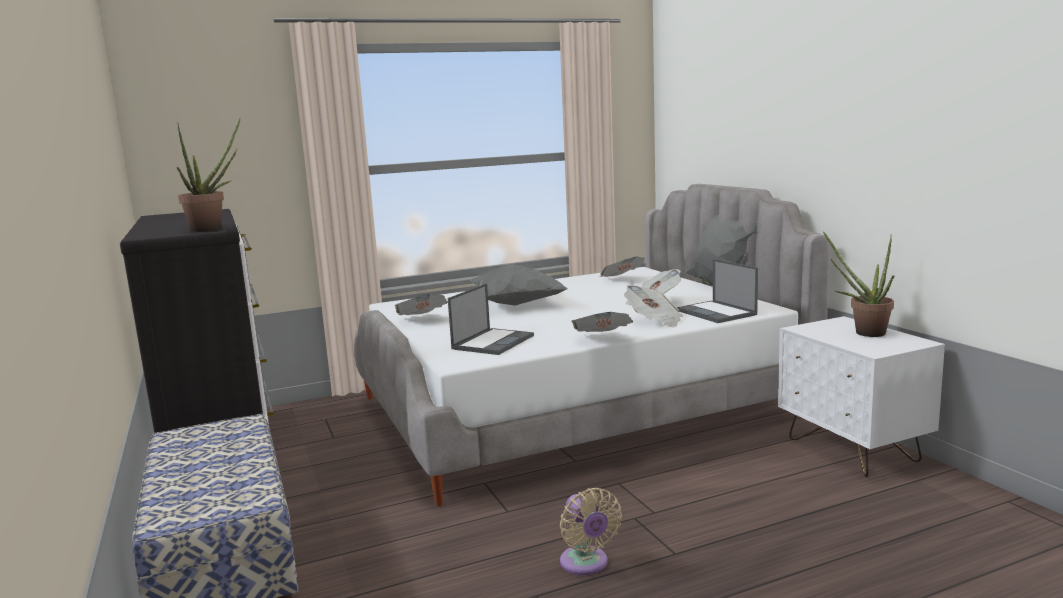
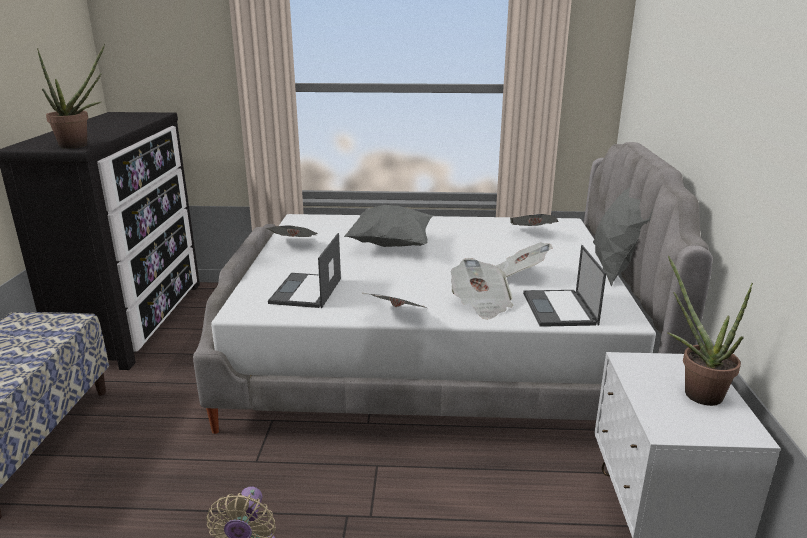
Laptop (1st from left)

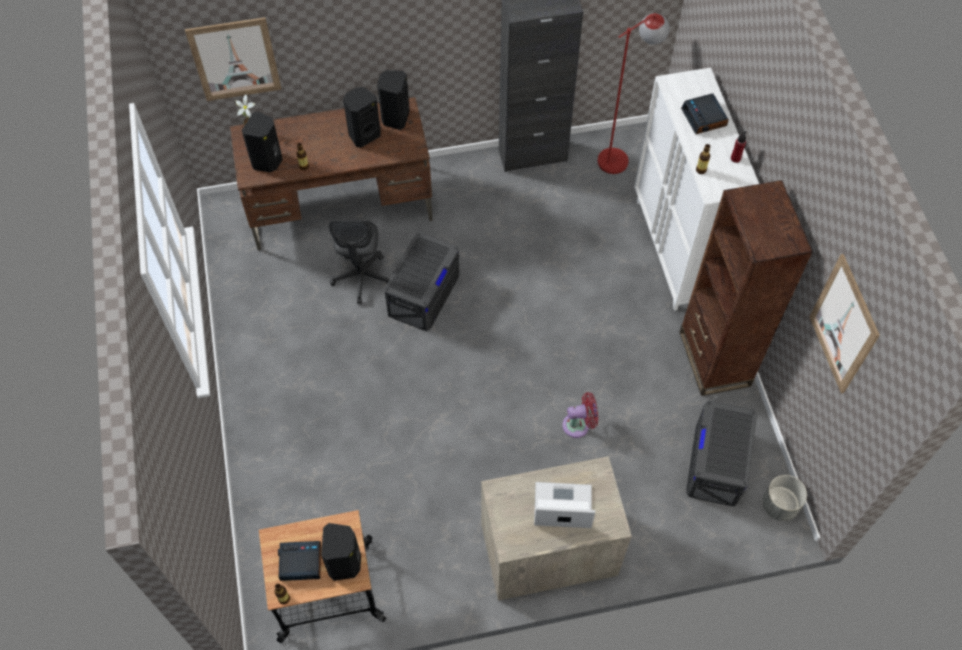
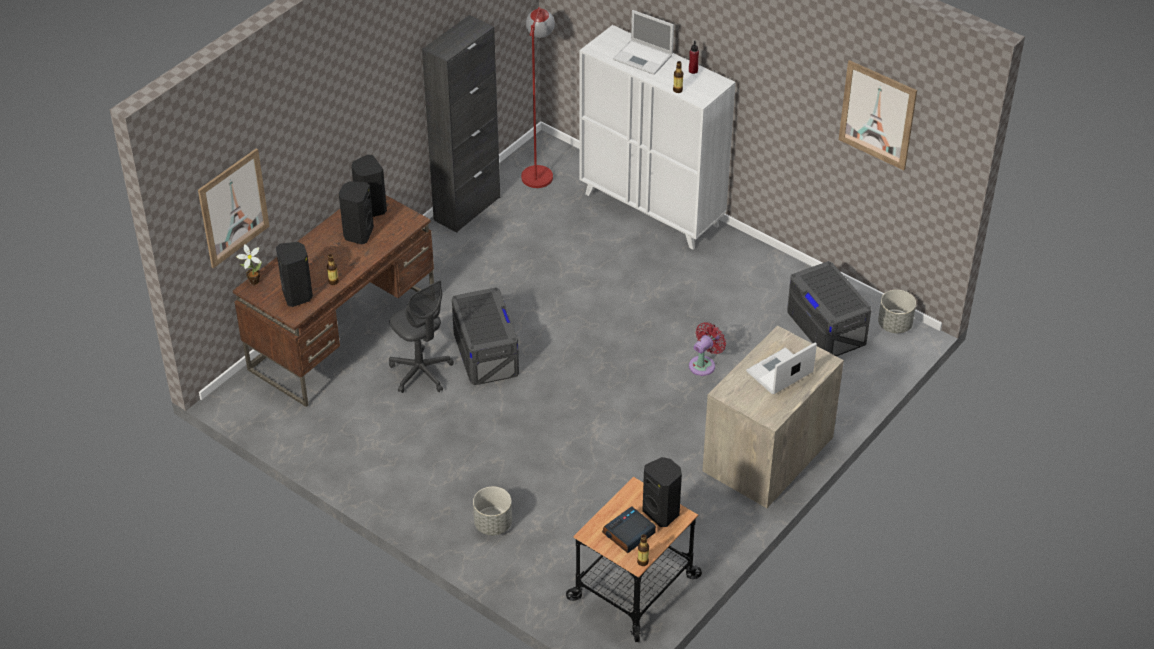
Pflanzkübel (grau) (1st from left)
Laptop (1st from left)
Bücherregal (braun)

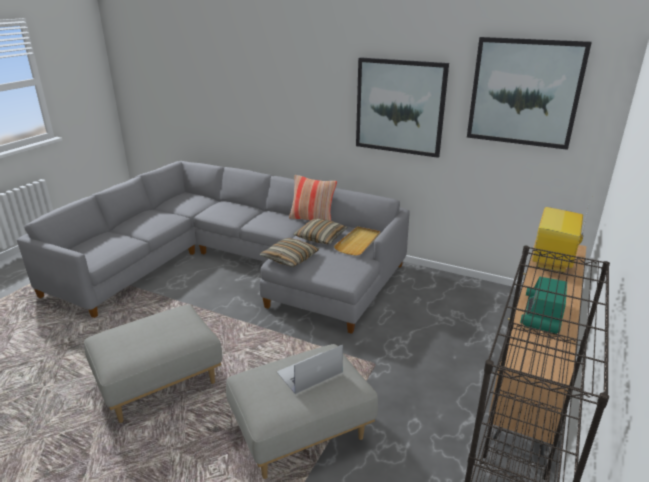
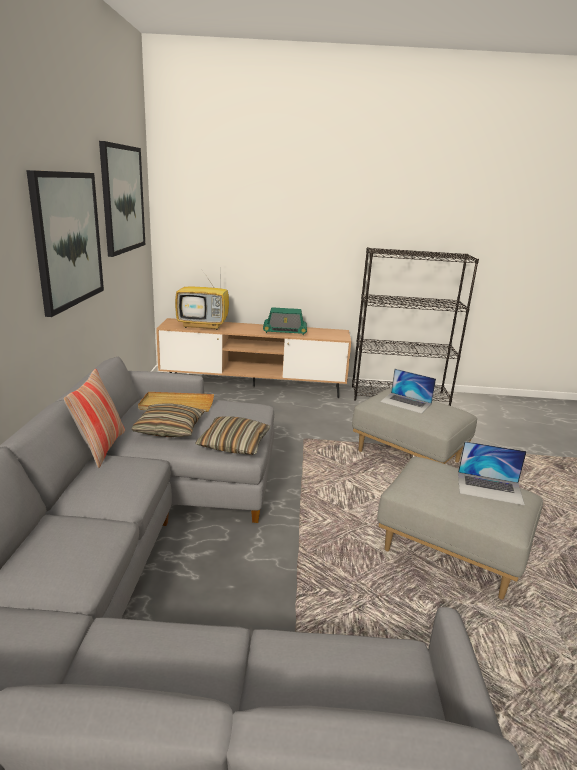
Laptop (2nd from left)

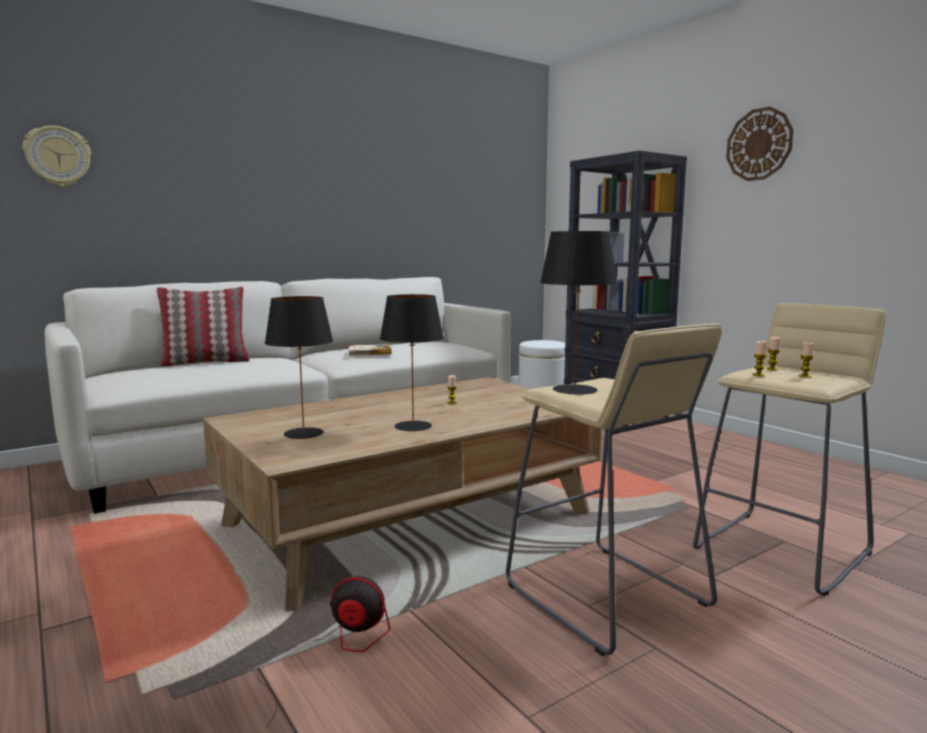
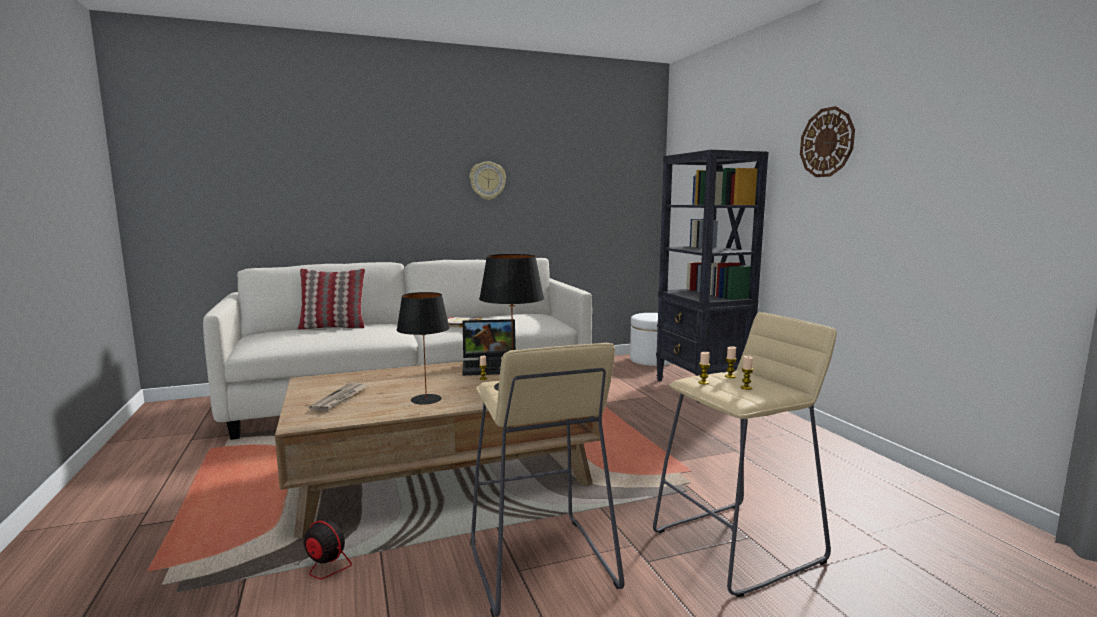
Zeitung
Laptop
Wanduhr (1st from left)

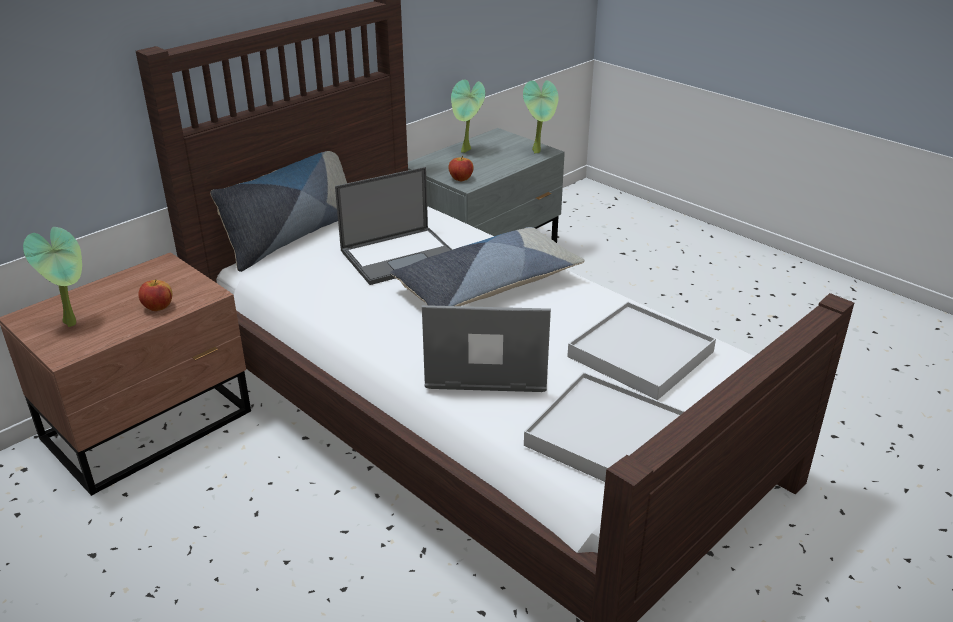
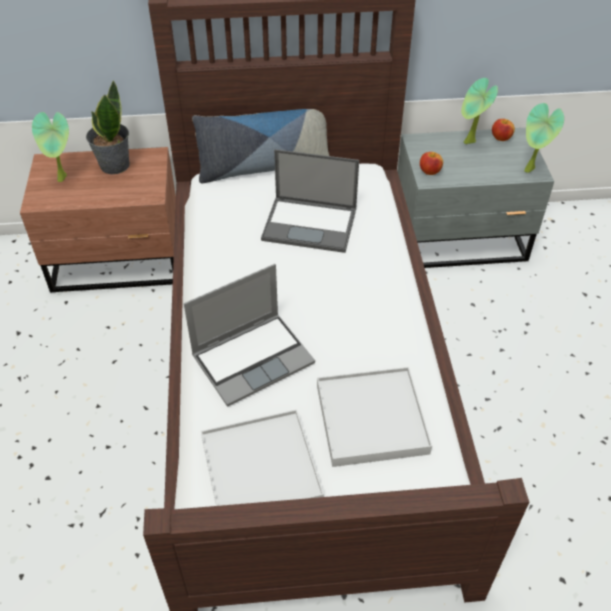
Topfpflanze (2nd from left)
Laptop (1st from left)
Apfel (2nd from left)
Kissen (2nd from left in the first image)

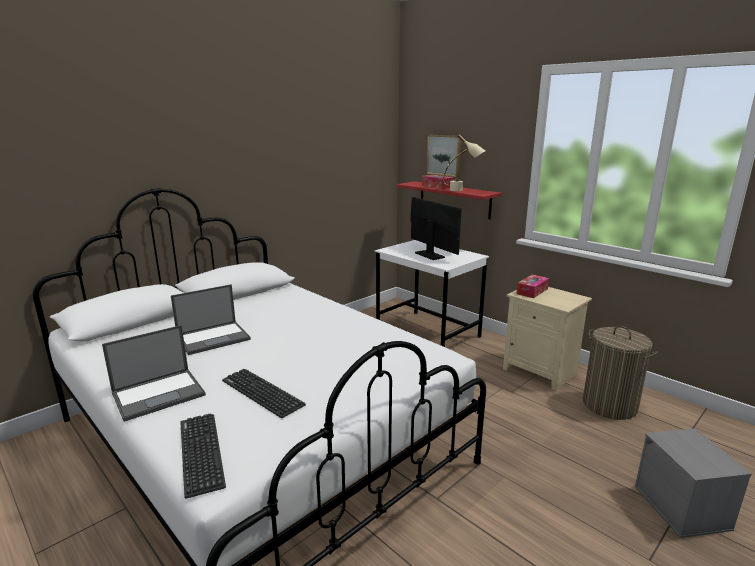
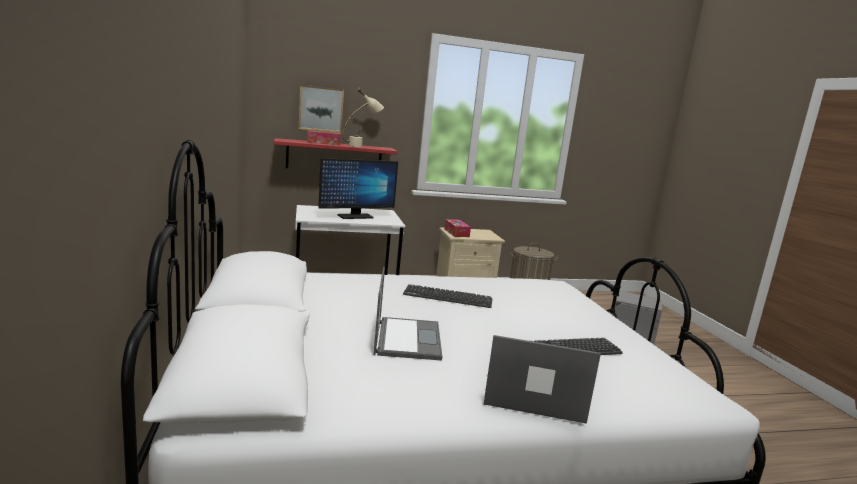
Monitor
Tastatur (1st from left)
Laptop (2nd from left)

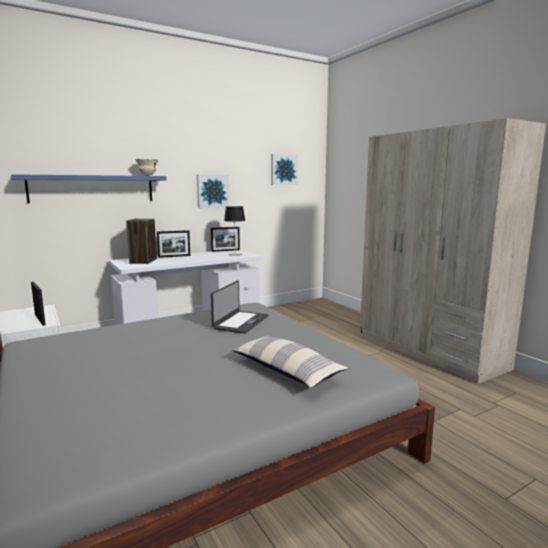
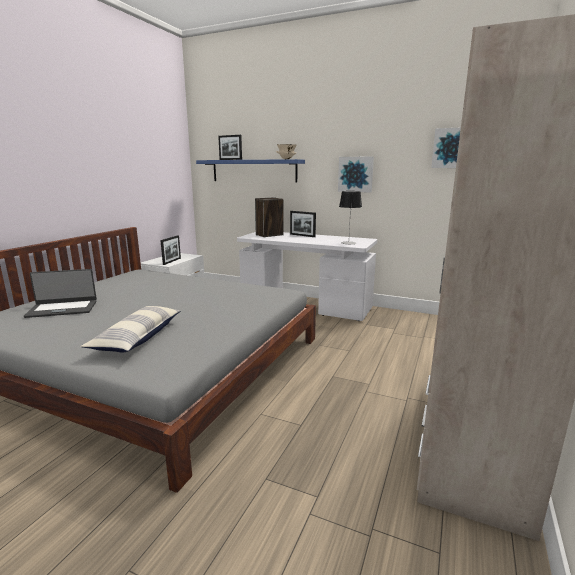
Laptop
Bilderrahmen (2nd from left)

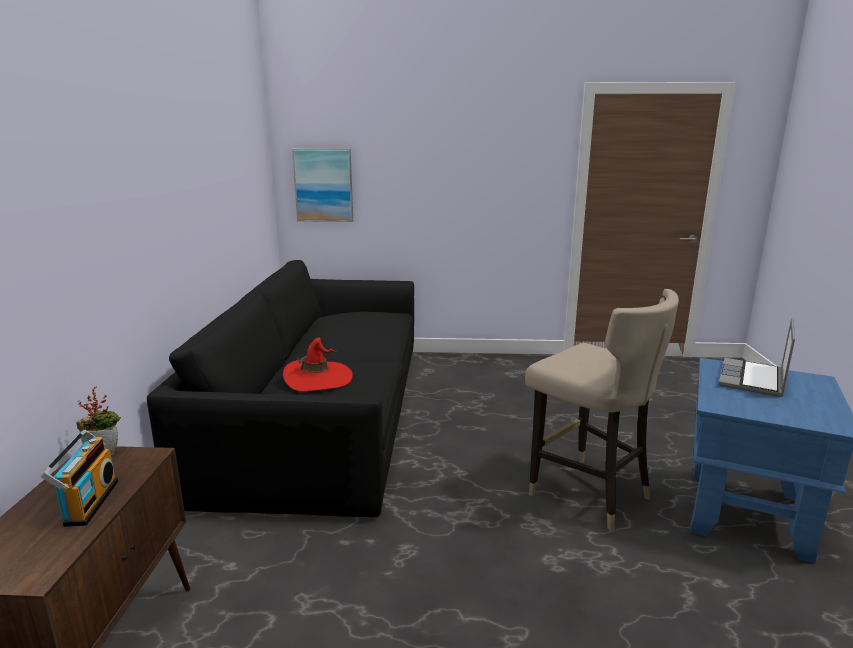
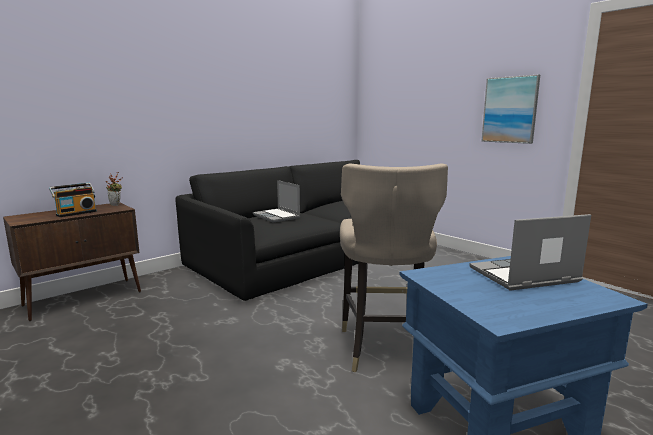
Laptop (1st from left)
Bild

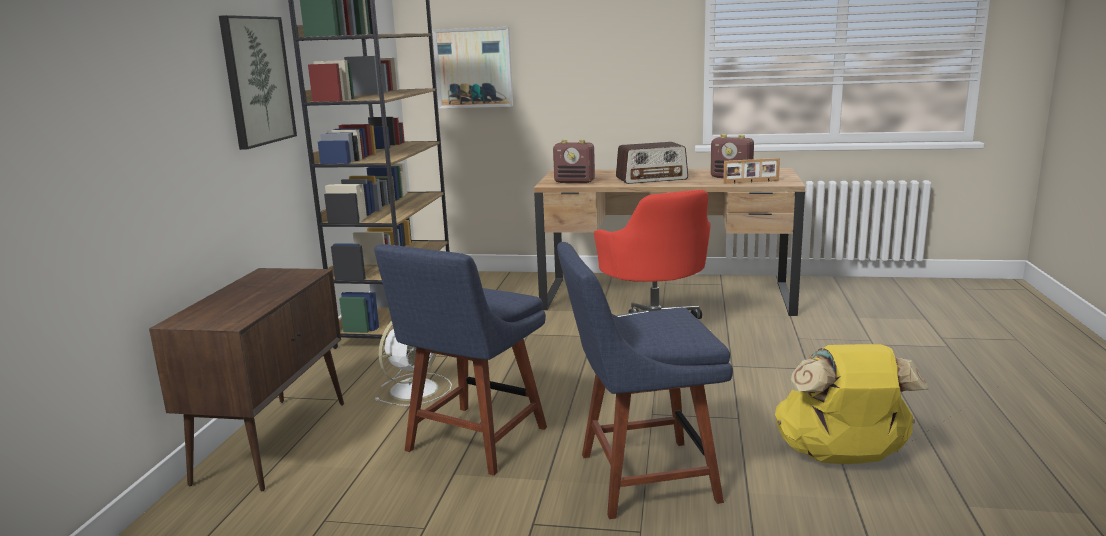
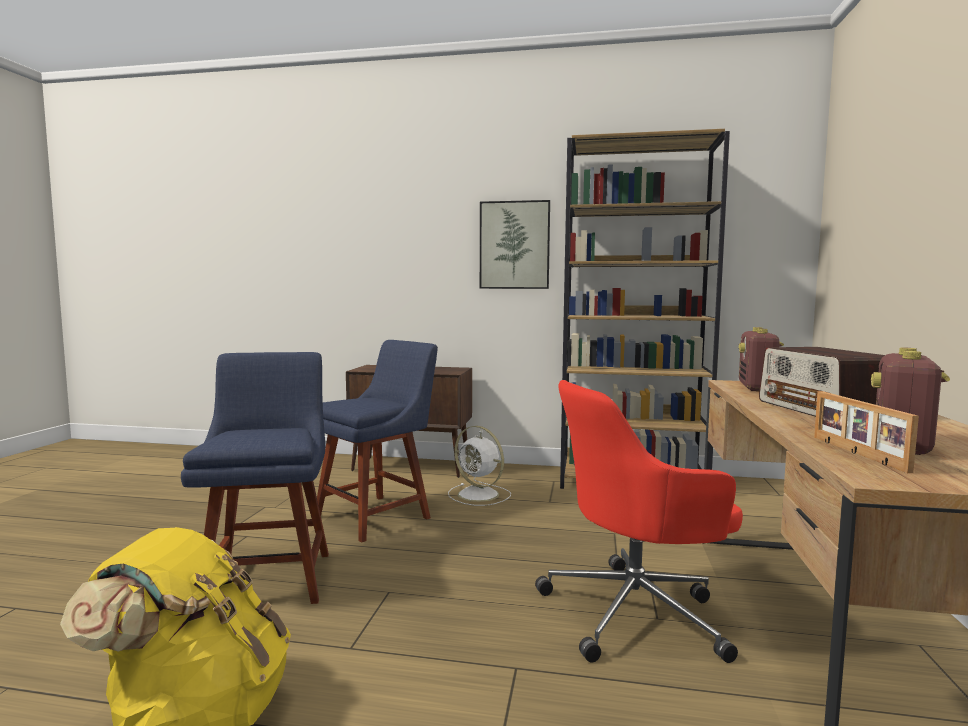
Stuhl (blau) (2nd from left)
Bild (2nd from left in the first image)

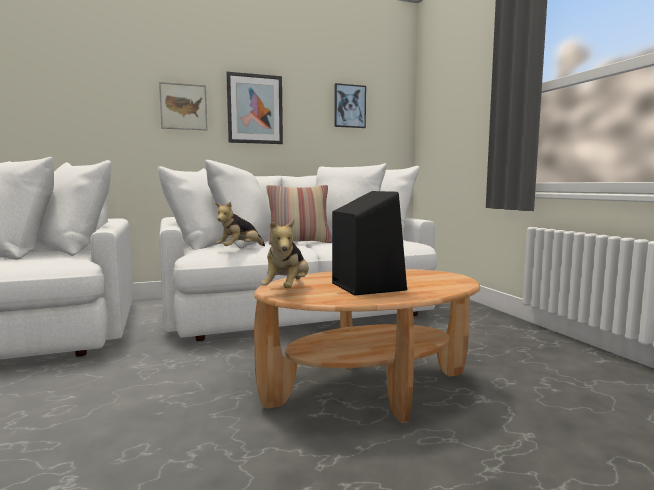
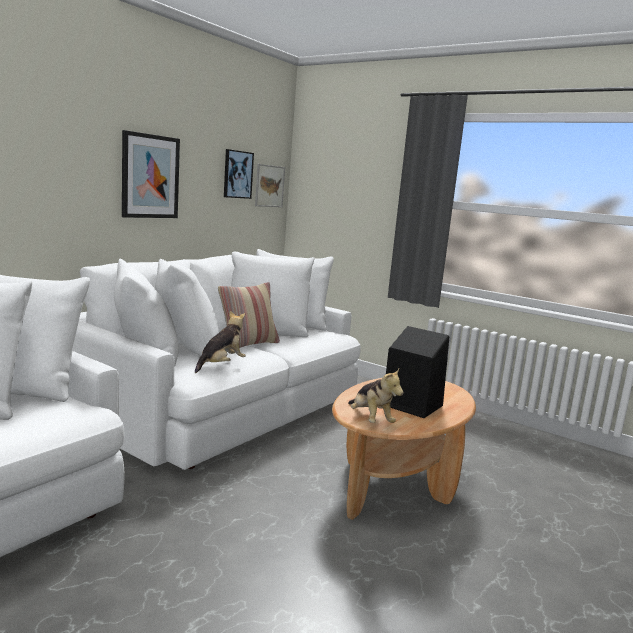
Plüschtier (1st from left)
Bild (3rd from left)

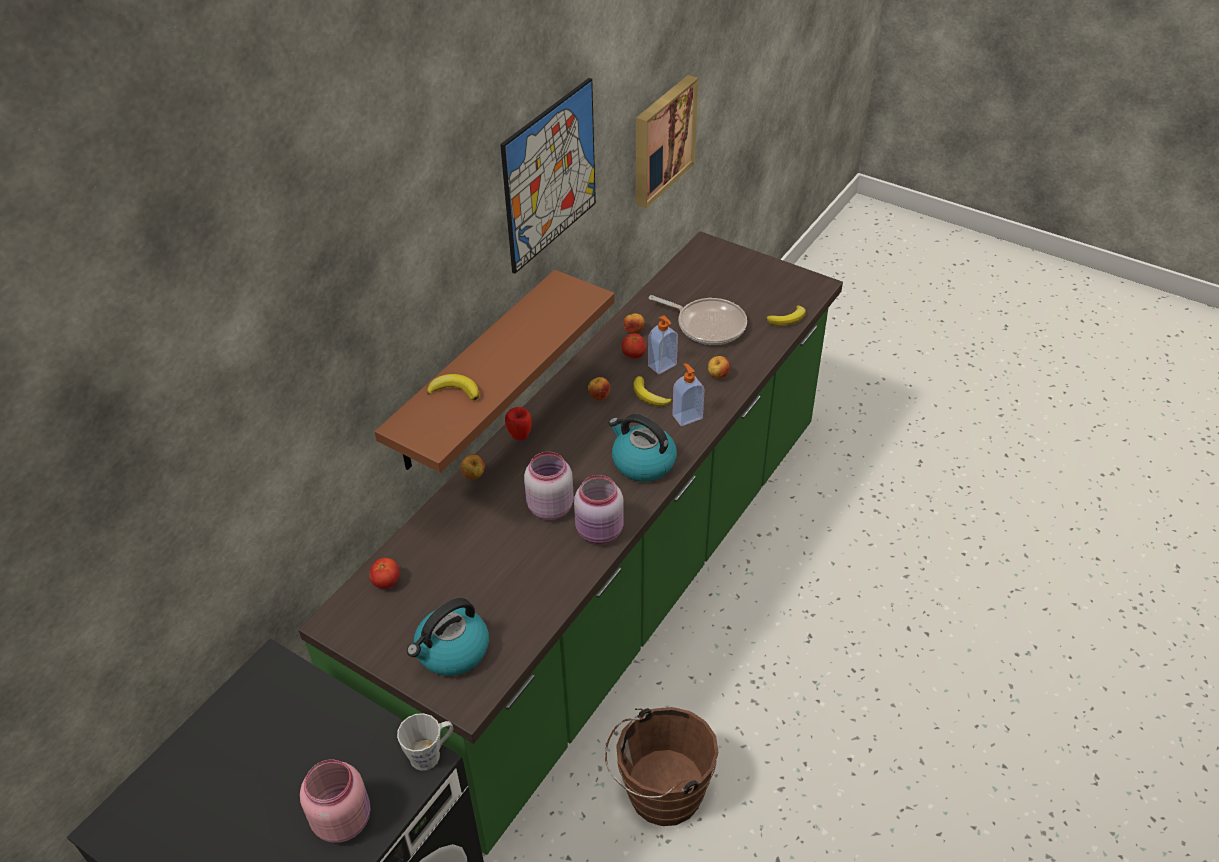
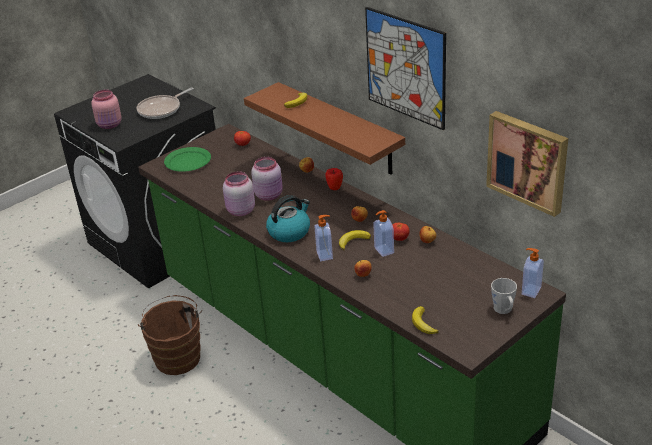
Pfanne
Teller (grün)
Henkelbecher (grau)
Seifenspender (3rd from left)

